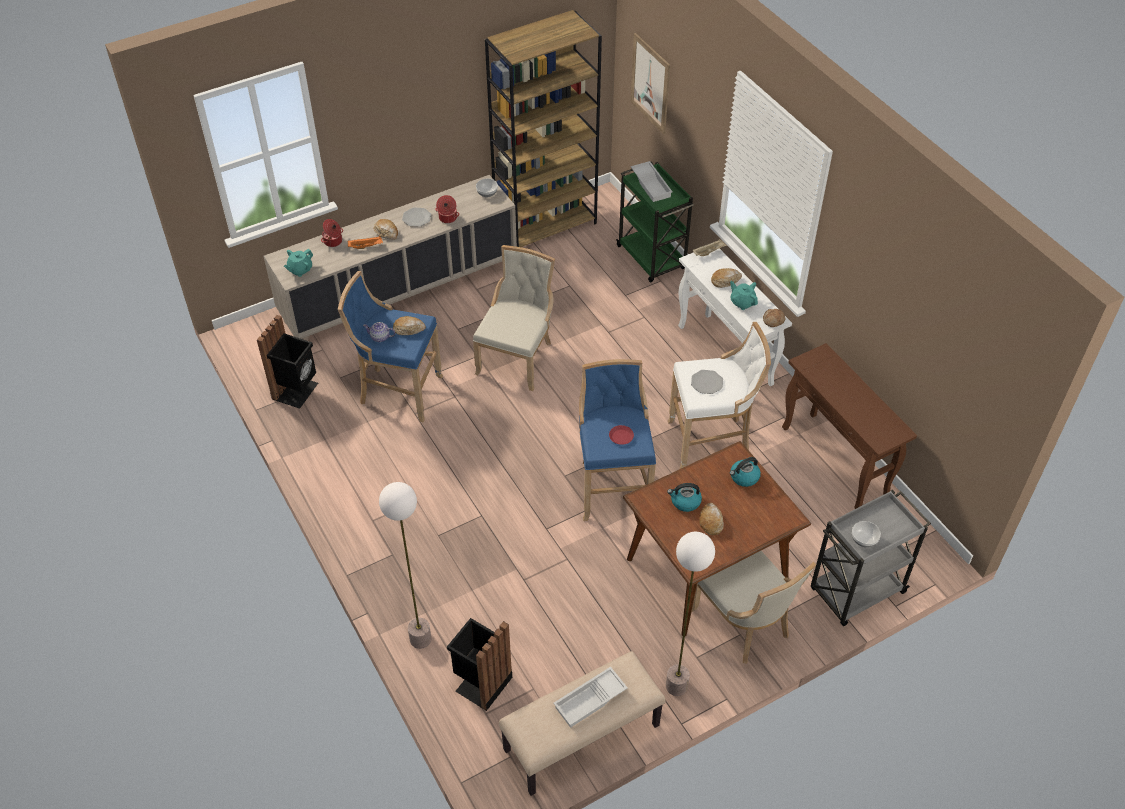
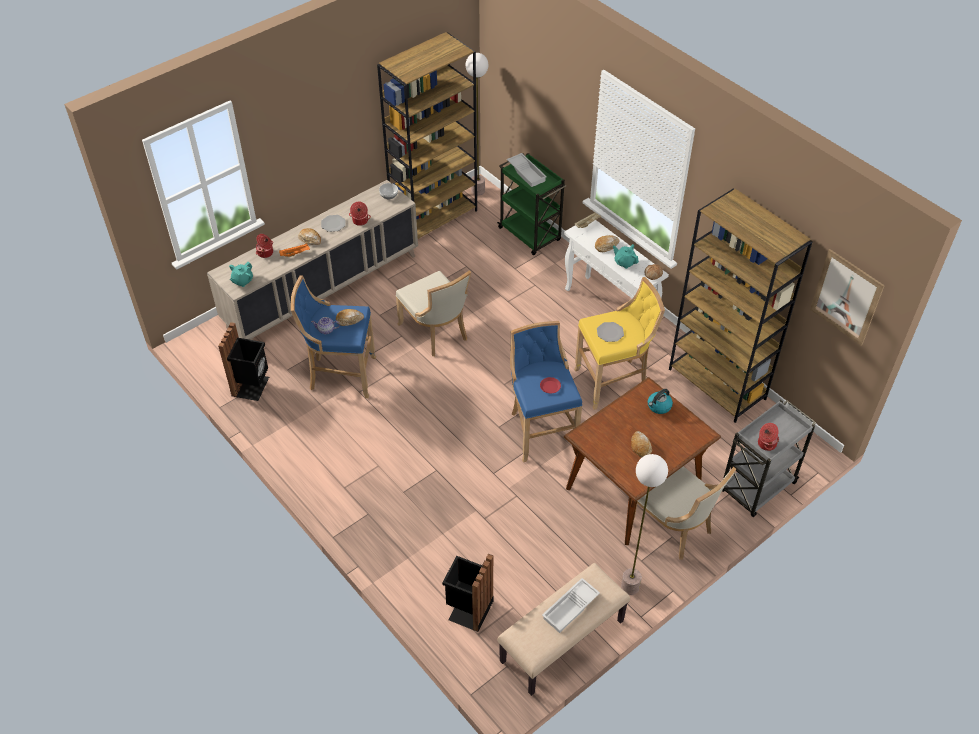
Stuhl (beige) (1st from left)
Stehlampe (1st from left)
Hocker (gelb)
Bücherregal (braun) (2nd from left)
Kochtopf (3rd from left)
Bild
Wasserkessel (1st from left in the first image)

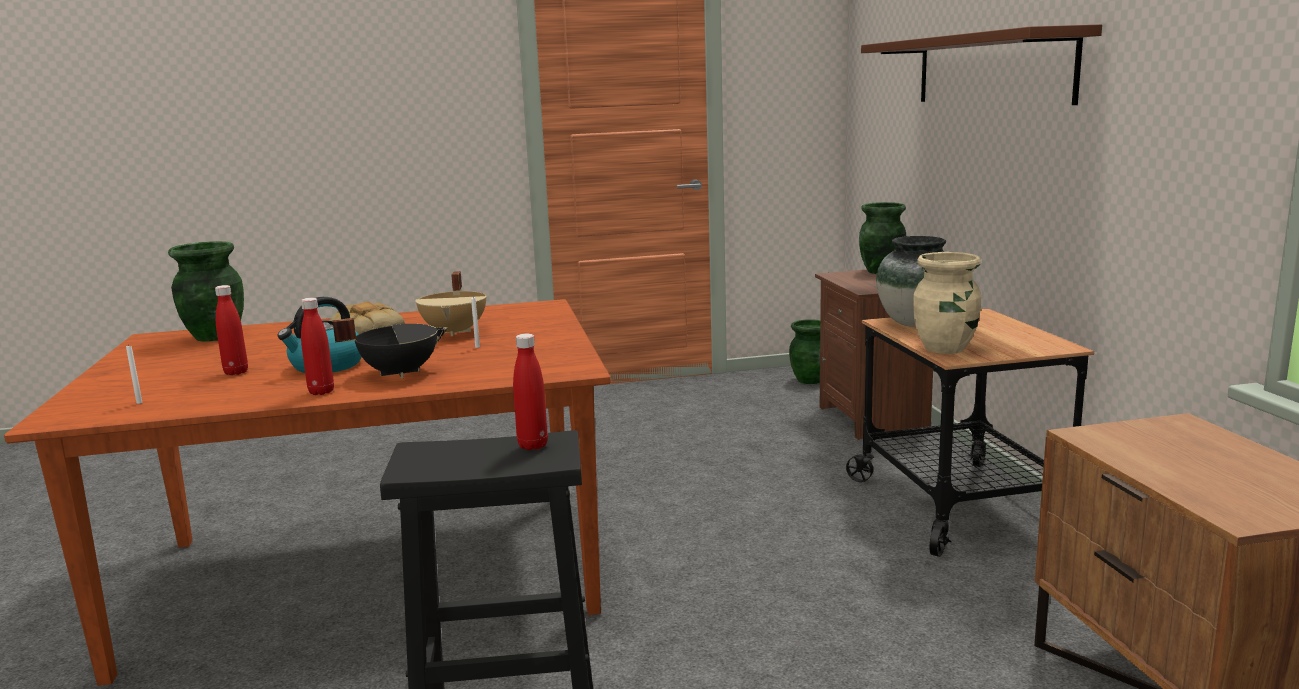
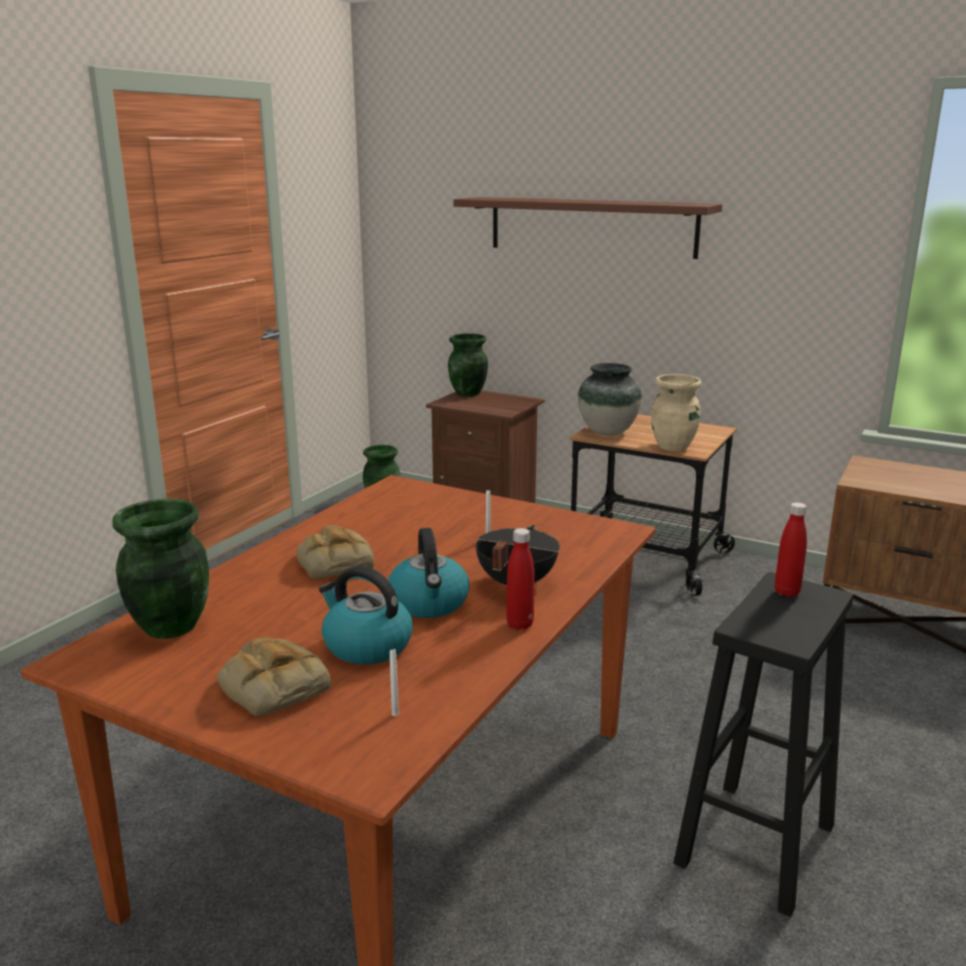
Brot (1st from left)
Wasserkessel (1st from left)
Kochtopf (beige)

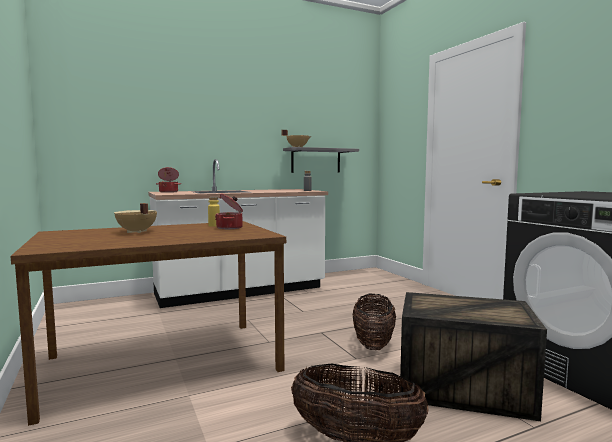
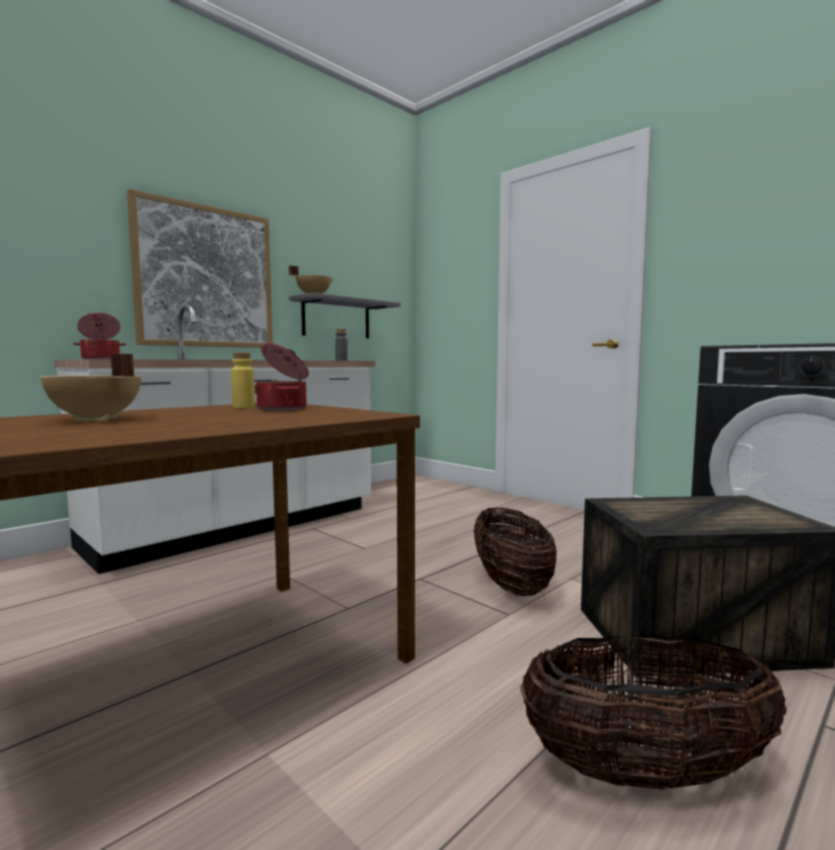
Bild

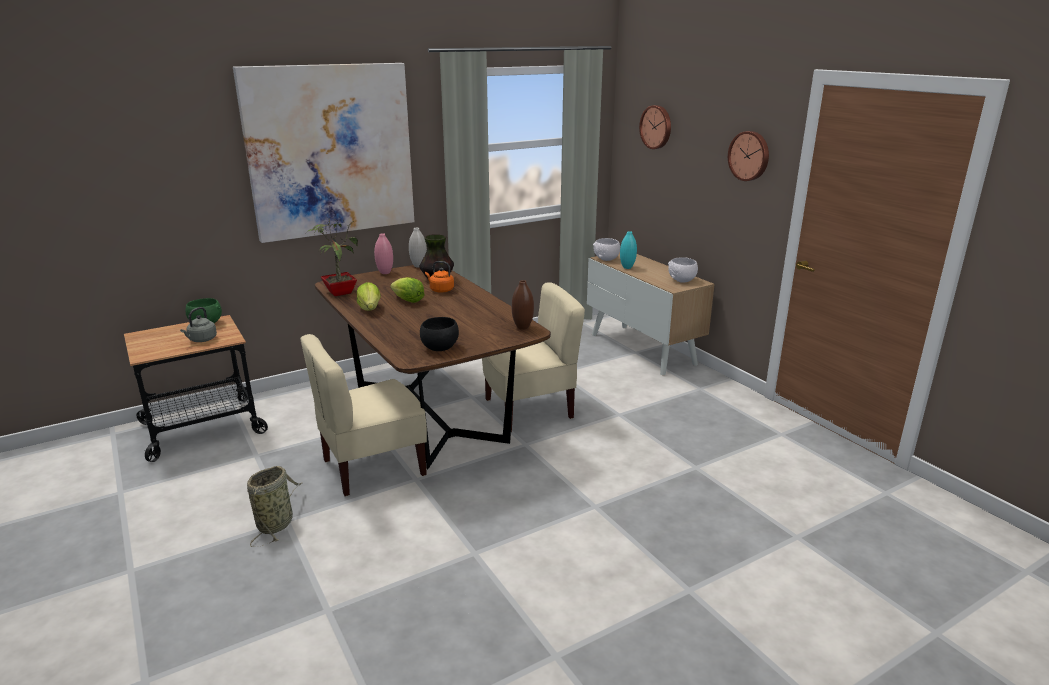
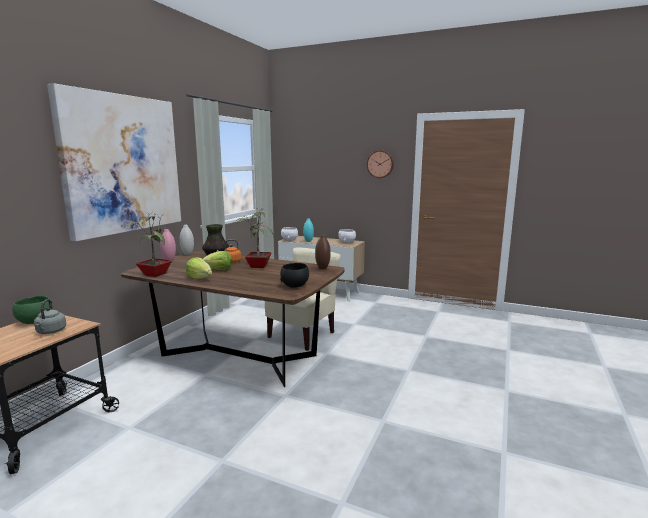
Topfpflanze (2nd from left)
Korb
Stuhl (beige) (1st from left in the first image)
Wanduhr (1st from left in the first image)

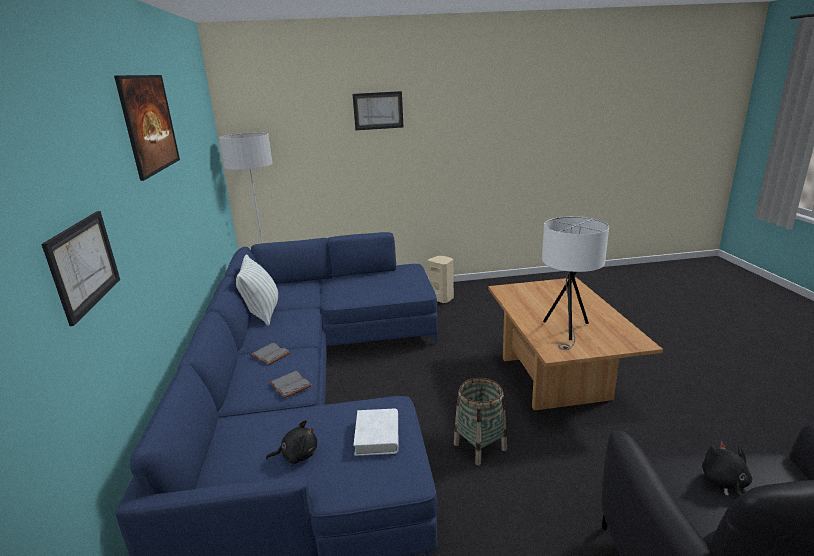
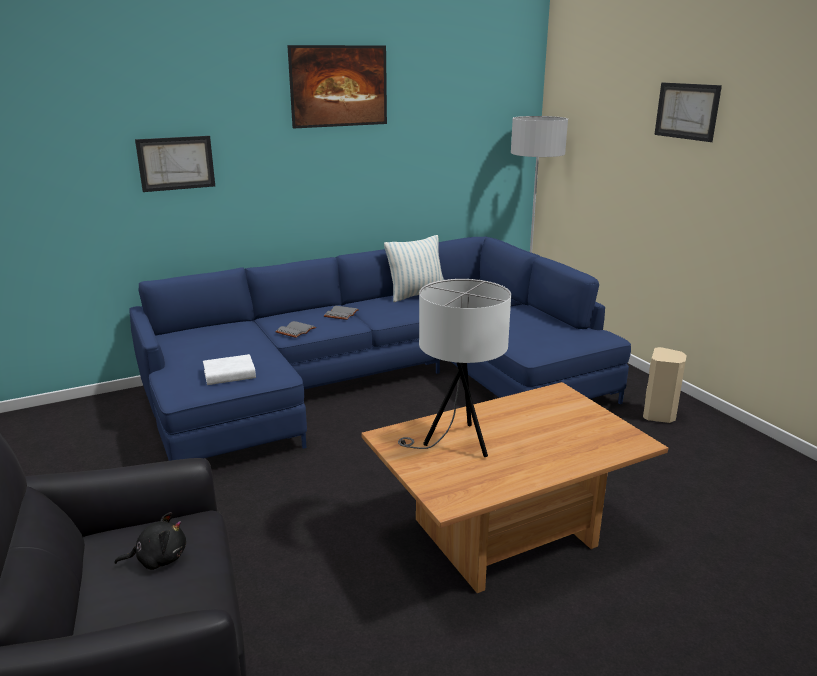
Plüschtier (schwarz) (1st from left in the first image)
Korb

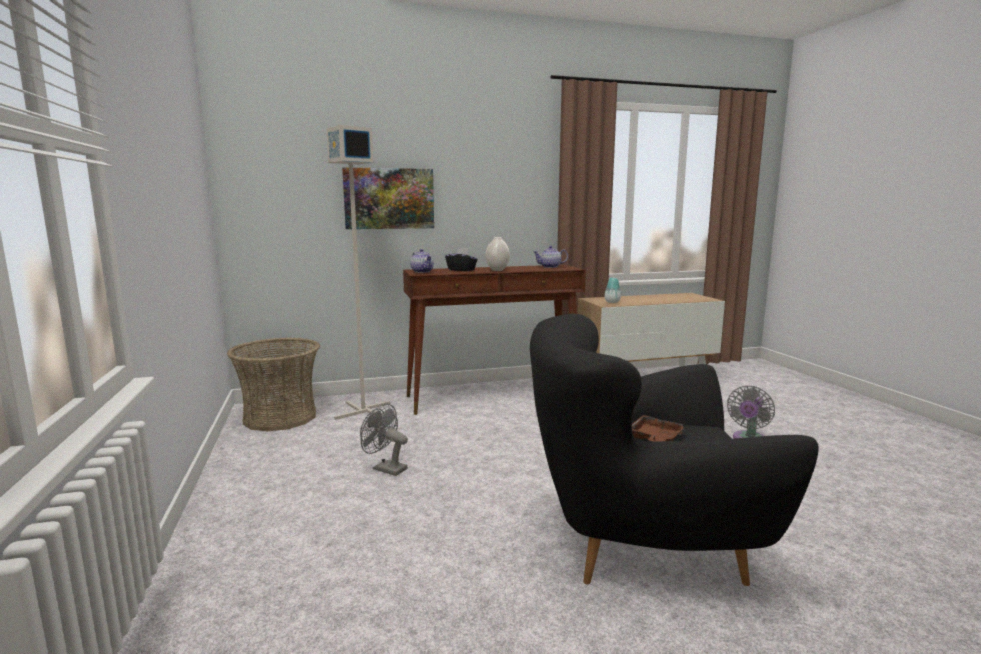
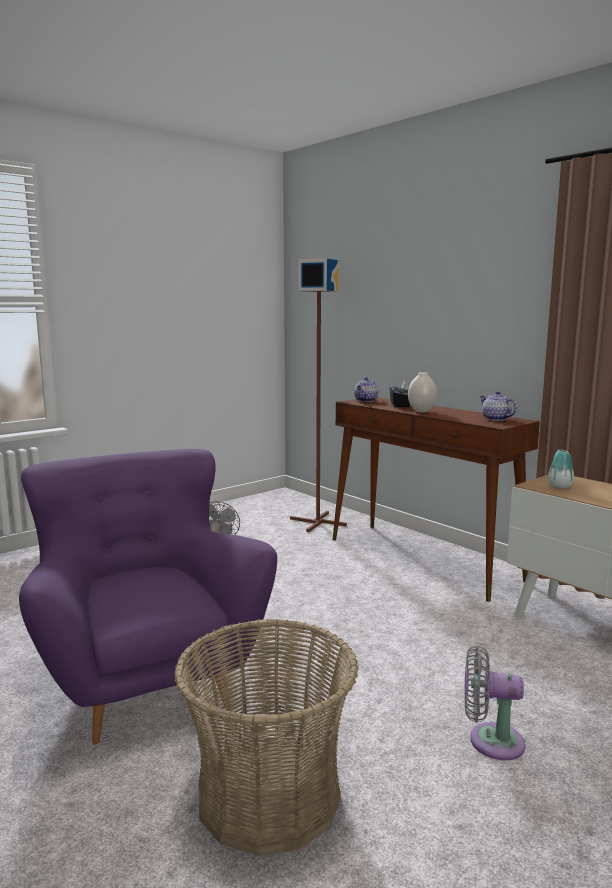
Sessel (lila)
Korb
Stehlampe (braun)
Bild
Tablett (braun)

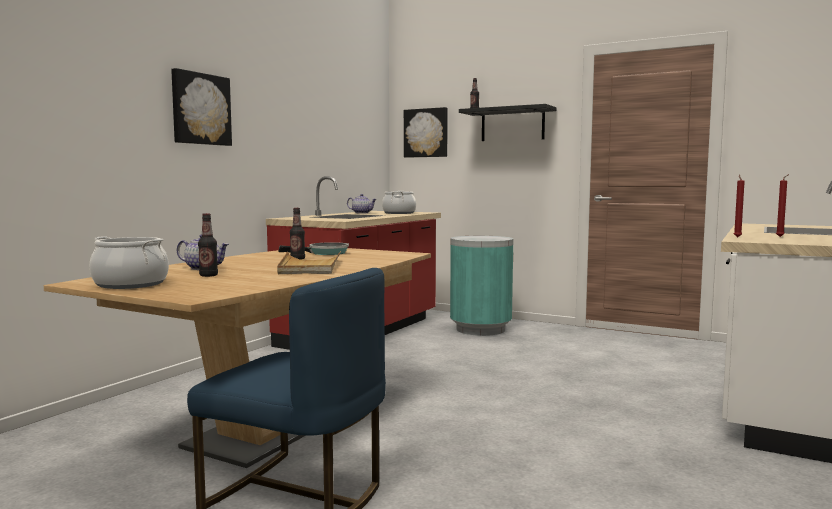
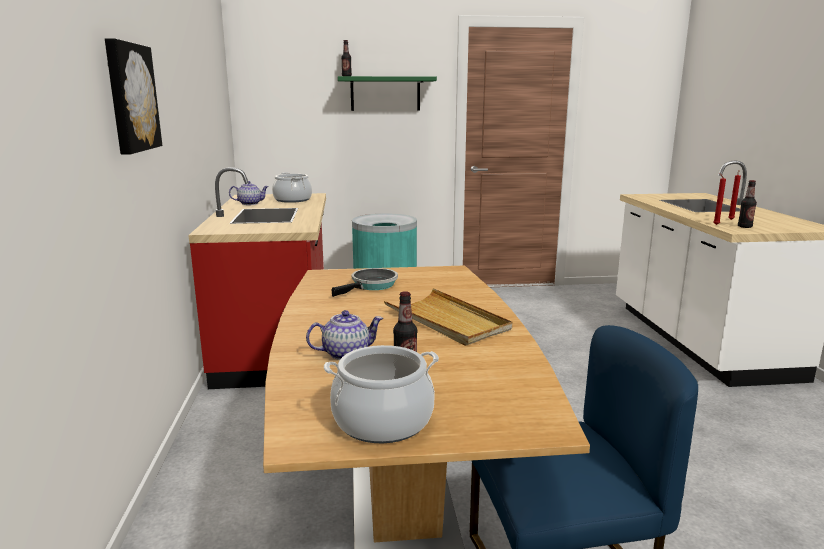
Wandregal (grün)
Flasche (3rd from left)
Bild (2nd from left in the first image)

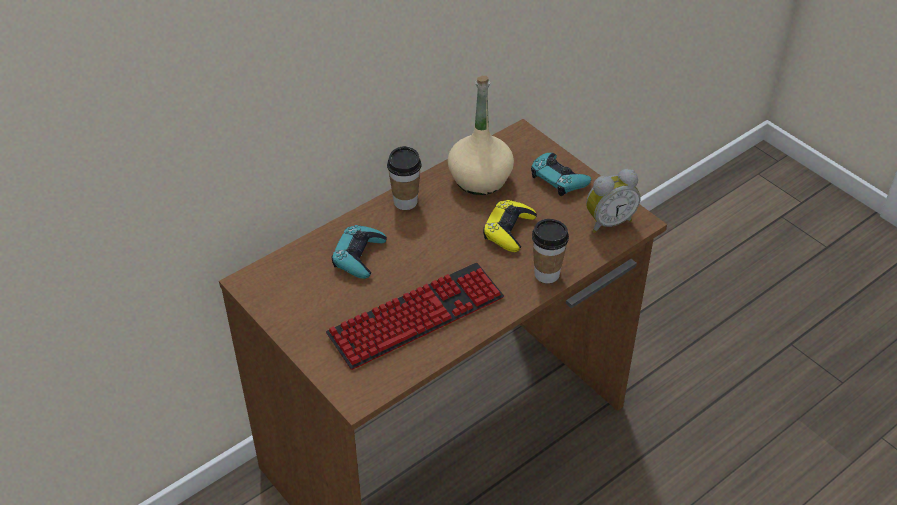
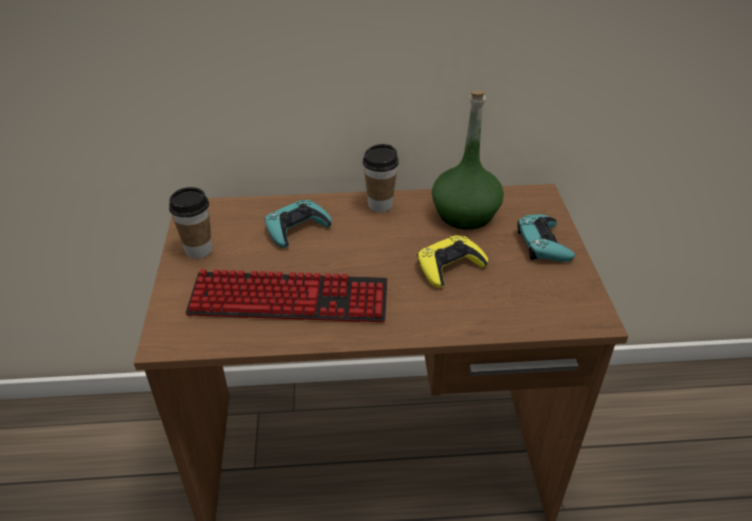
Tasse (1st from left)
Flasche (grün)
Wecker

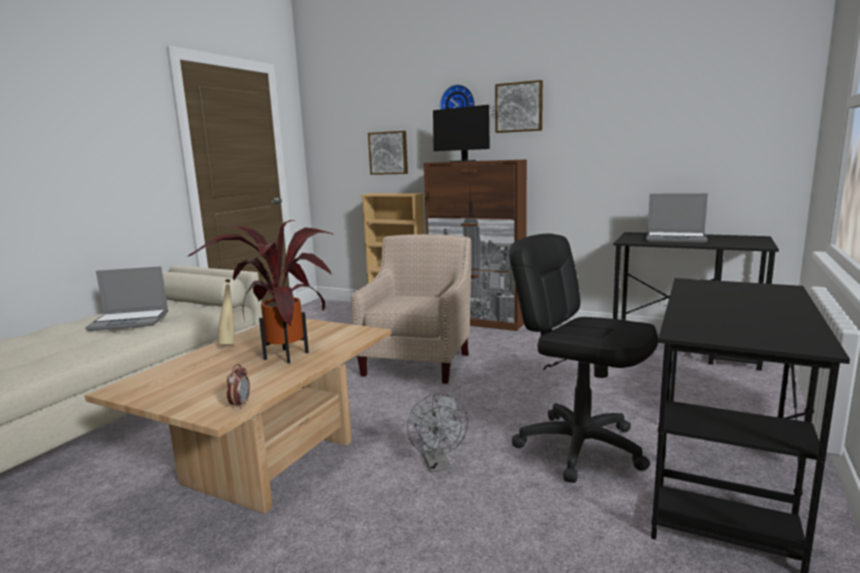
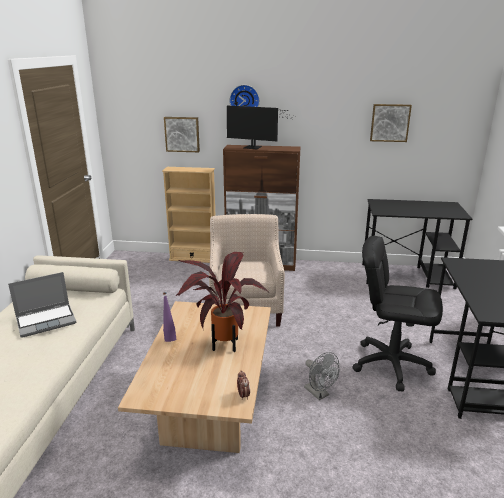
Flasche (lila)
Bild (2nd from left)
Laptop (2nd from left in the first image)

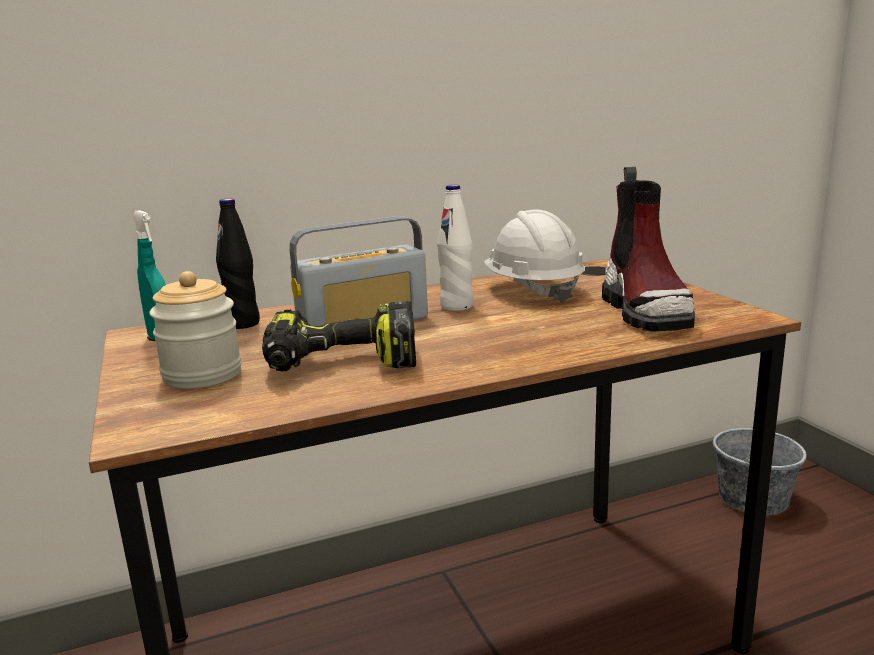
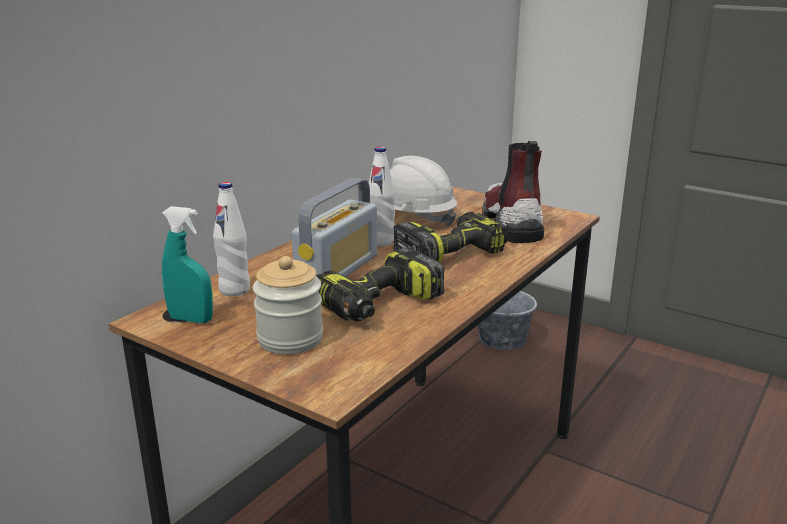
Flasche (weiß) (1st from left)
Bohrmaschine (2nd from left)
Stiefel

